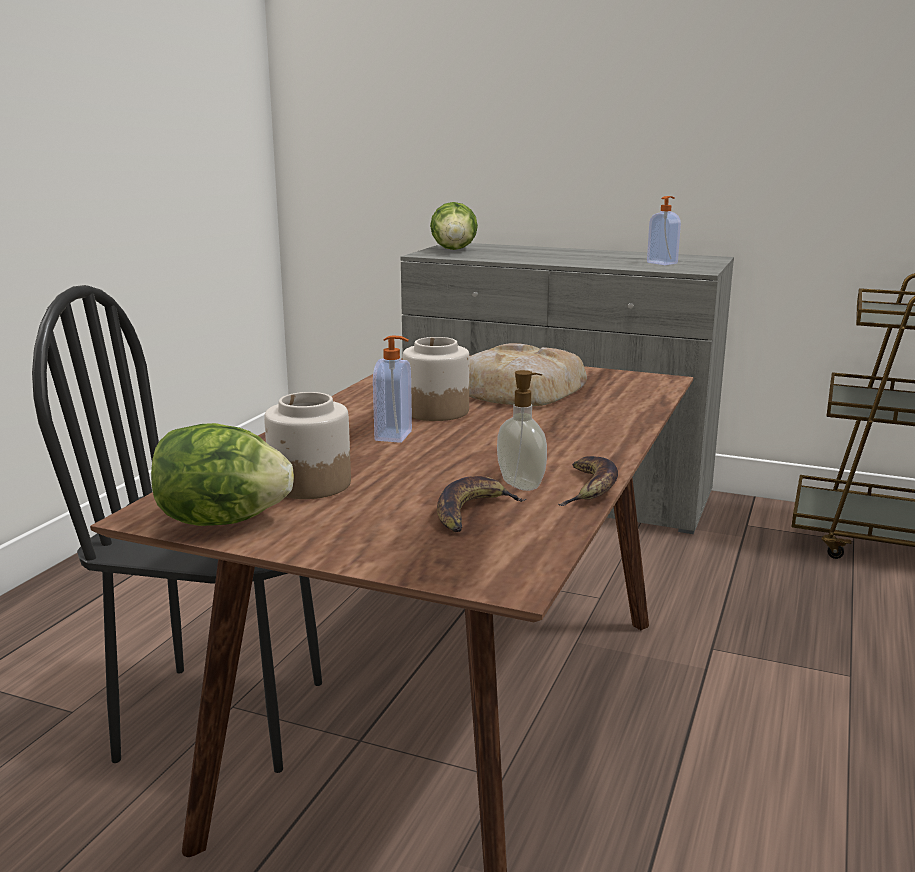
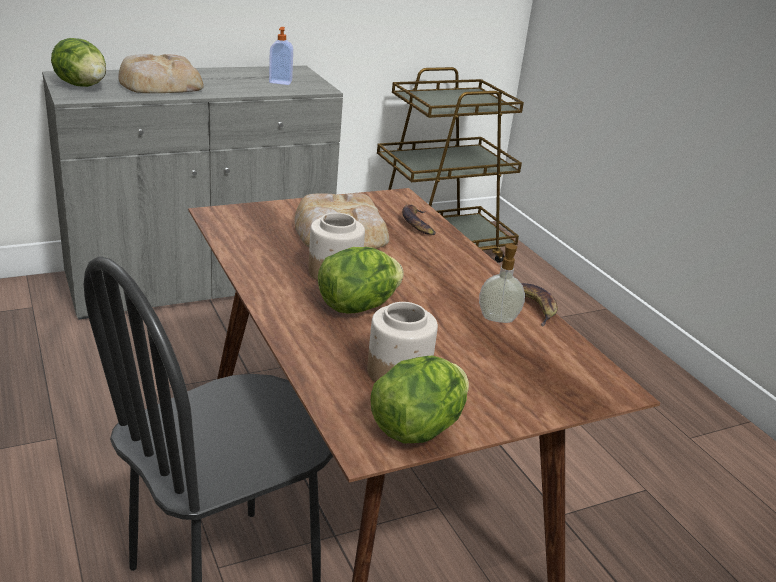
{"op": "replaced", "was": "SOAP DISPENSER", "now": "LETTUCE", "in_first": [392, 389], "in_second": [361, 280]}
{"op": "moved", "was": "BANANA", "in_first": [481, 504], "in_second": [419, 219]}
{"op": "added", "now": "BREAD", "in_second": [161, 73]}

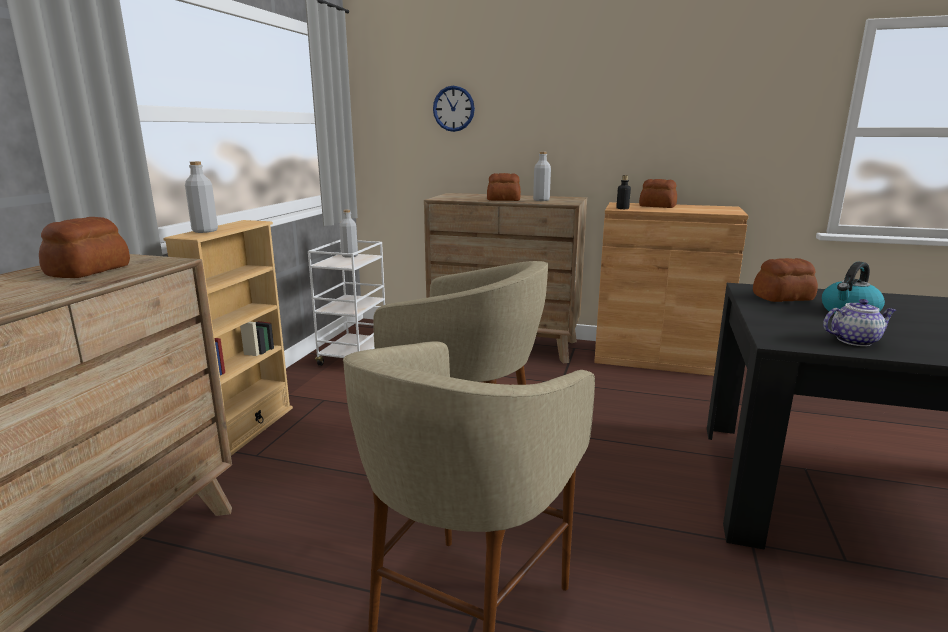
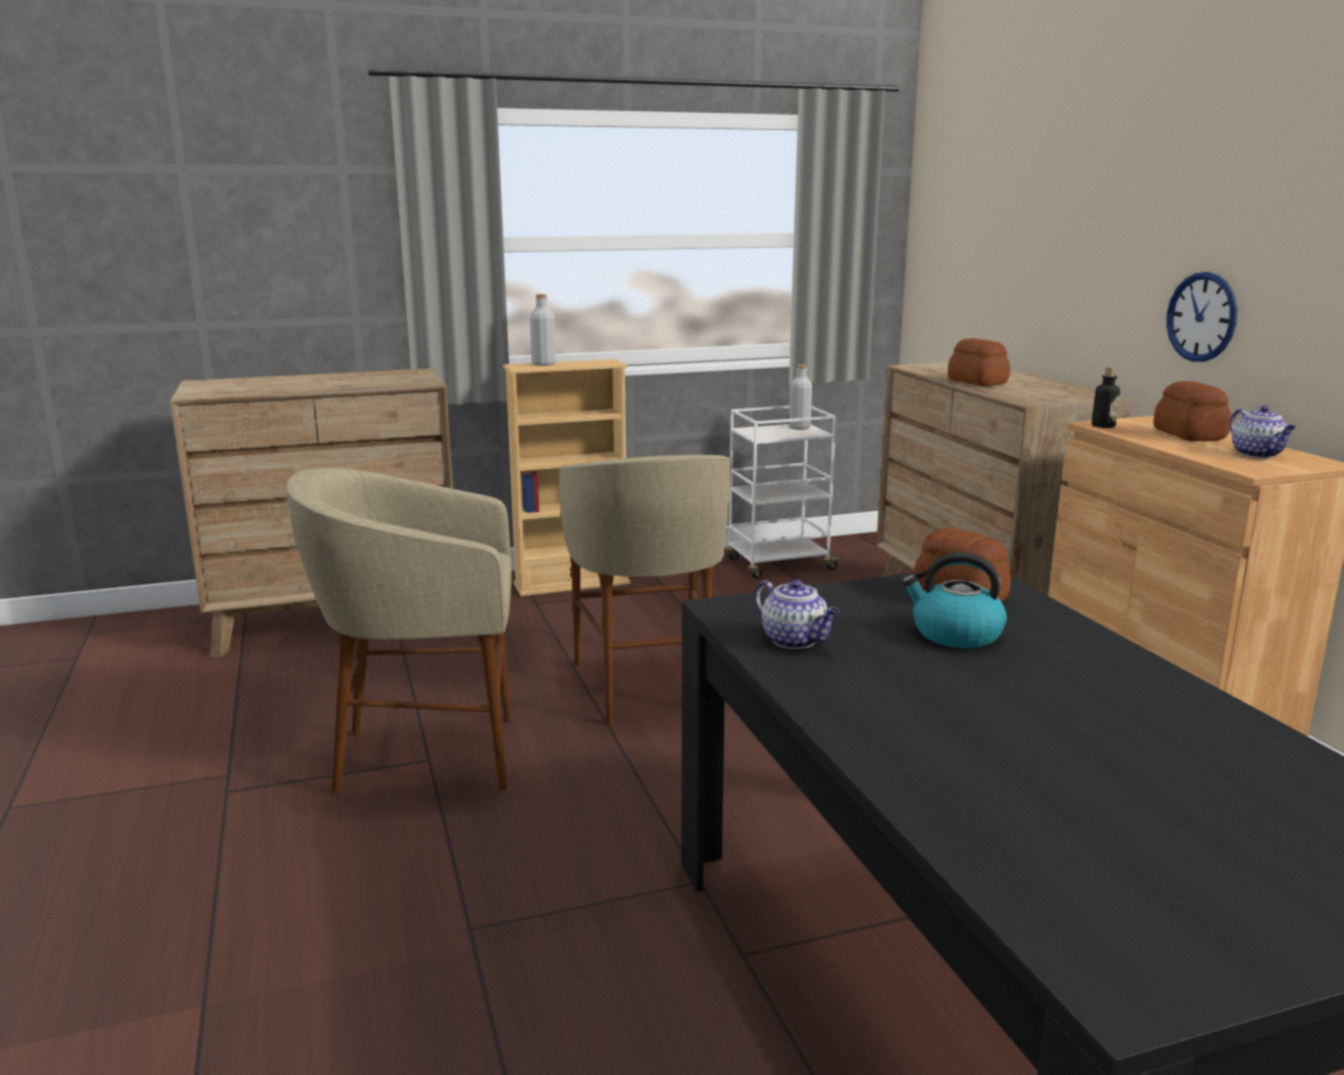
{"op": "moved", "was": "WALL CLOCK", "in_first": [454, 109], "in_second": [1202, 317]}
{"op": "removed", "was": "GREY BOTTLE", "in_first": [542, 176]}
{"op": "removed", "was": "BREAD", "in_first": [84, 247]}
{"op": "added", "now": "TEAPOT", "in_second": [1263, 431]}

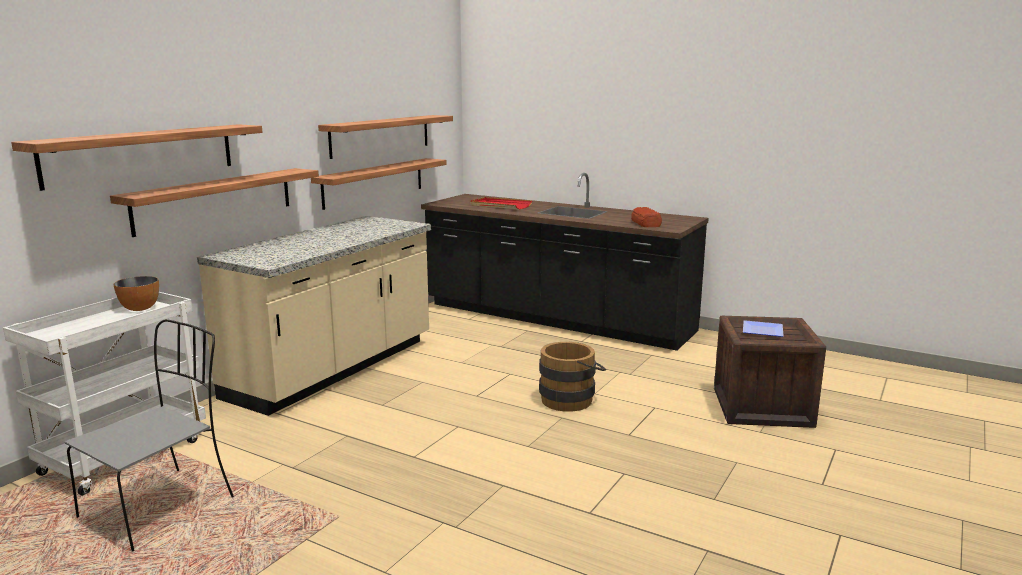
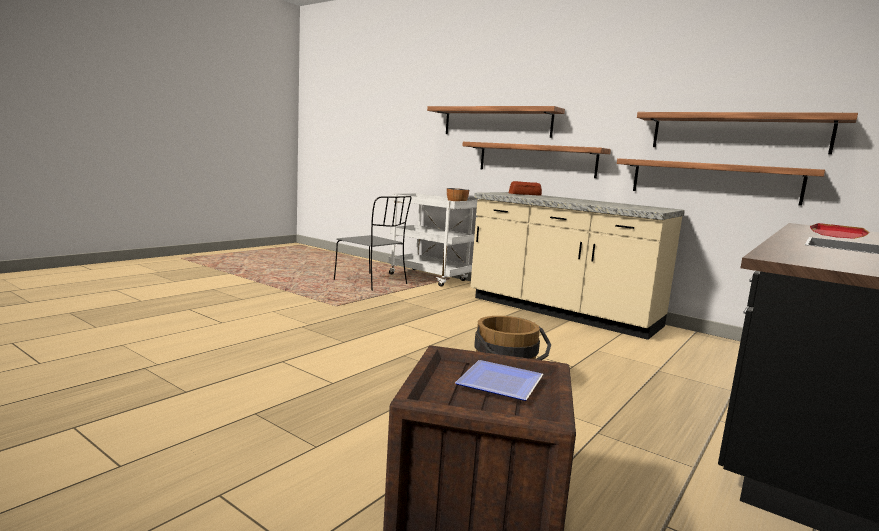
{"op": "moved", "was": "BREAD", "in_first": [646, 217], "in_second": [525, 188]}

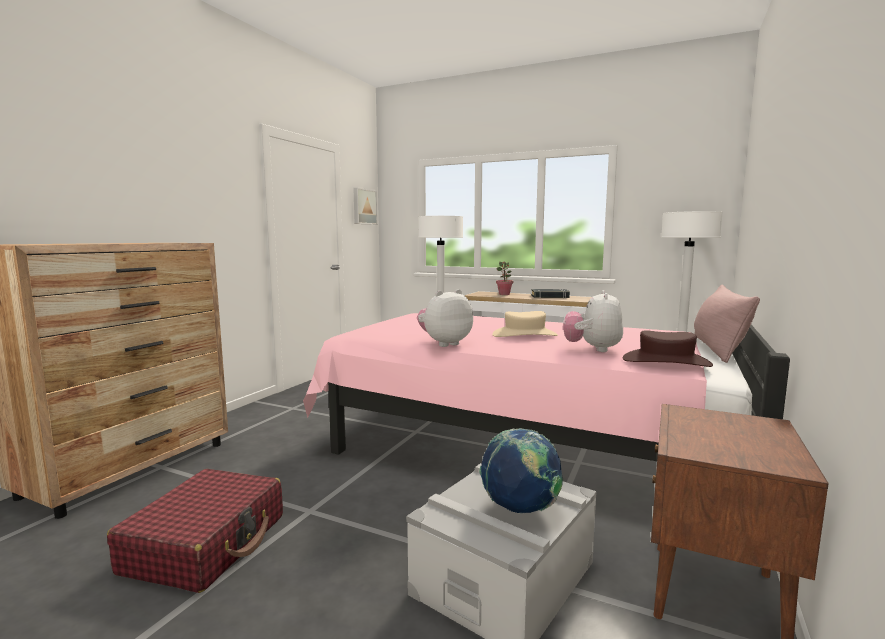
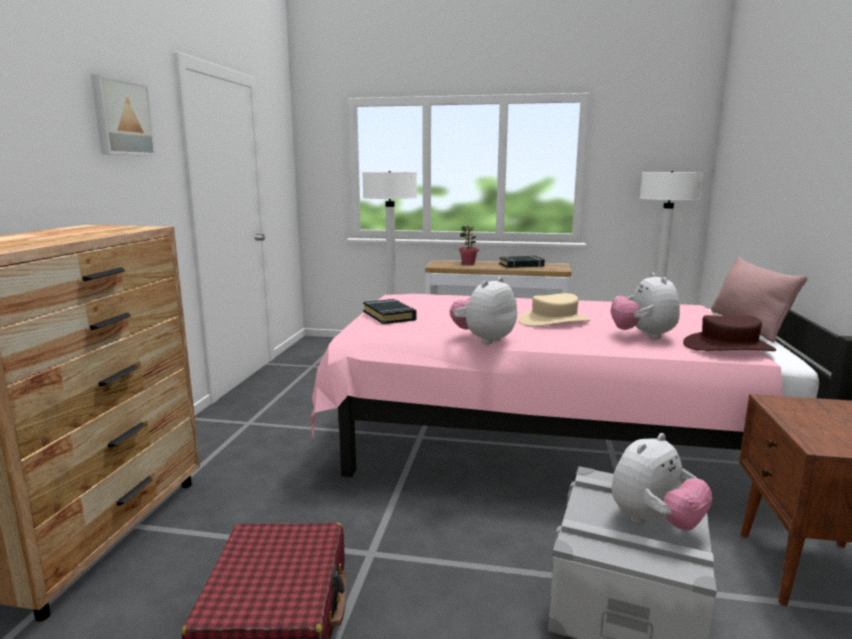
{"op": "moved", "was": "PICTURE", "in_first": [365, 206], "in_second": [123, 115]}
{"op": "replaced", "was": "GLOBE", "now": "PLUSH TOY", "in_first": [521, 471], "in_second": [662, 482]}
{"op": "added", "now": "BLACK BOOK", "in_second": [389, 311]}

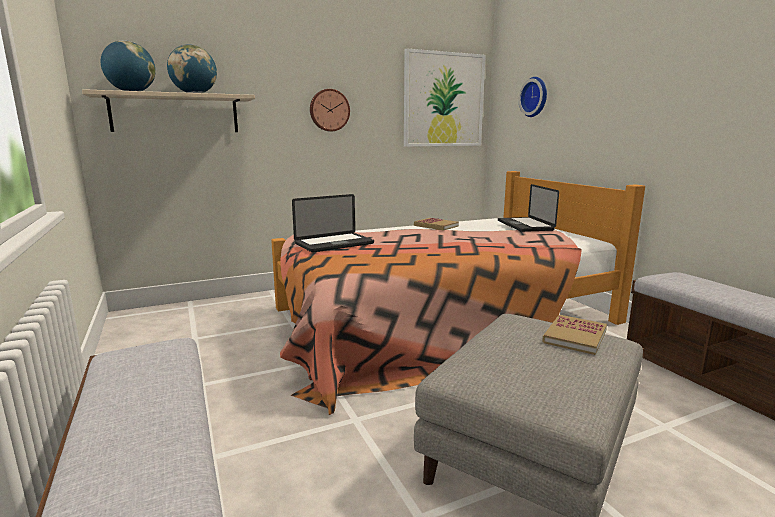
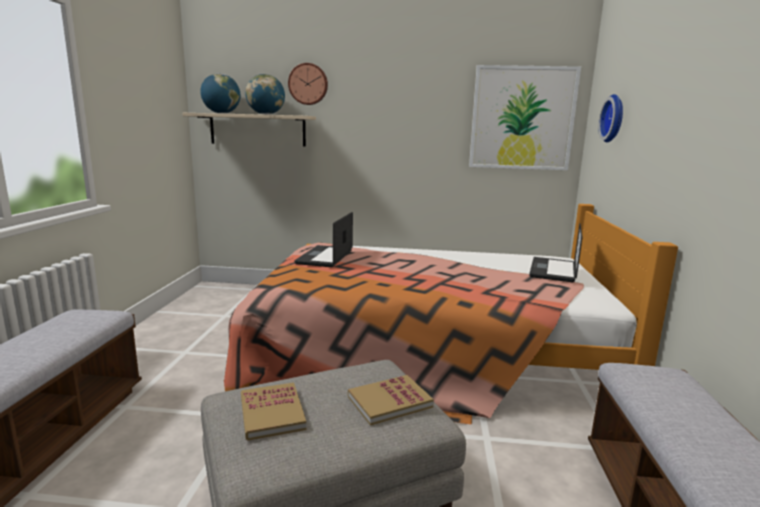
{"op": "moved", "was": "WALL CLOCK", "in_first": [330, 110], "in_second": [308, 84]}
{"op": "turned", "was": "LAPTOP", "in_first": [333, 223], "in_second": [324, 239], "clockwise": 105}
{"op": "moved", "was": "BOOK", "in_first": [436, 224], "in_second": [273, 412]}

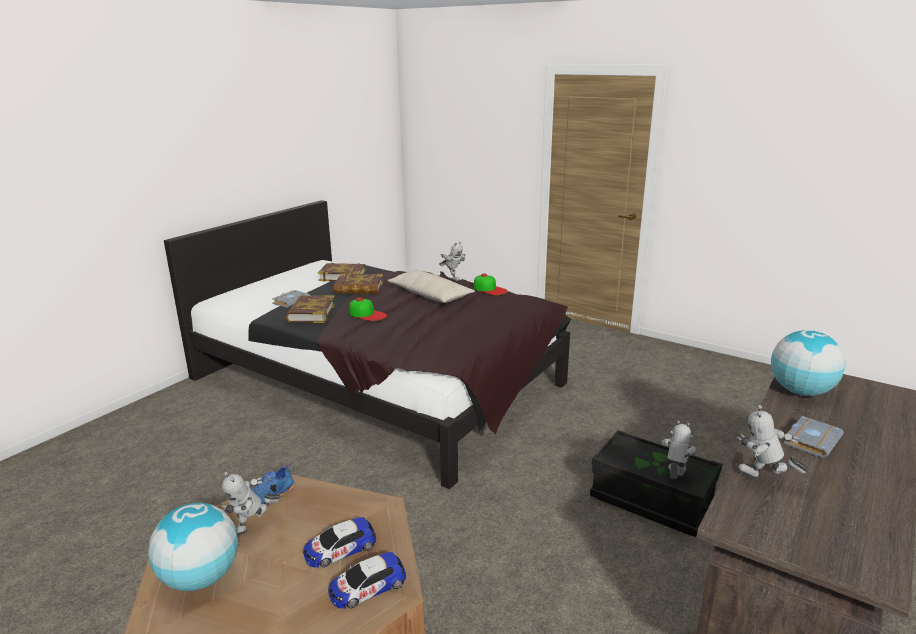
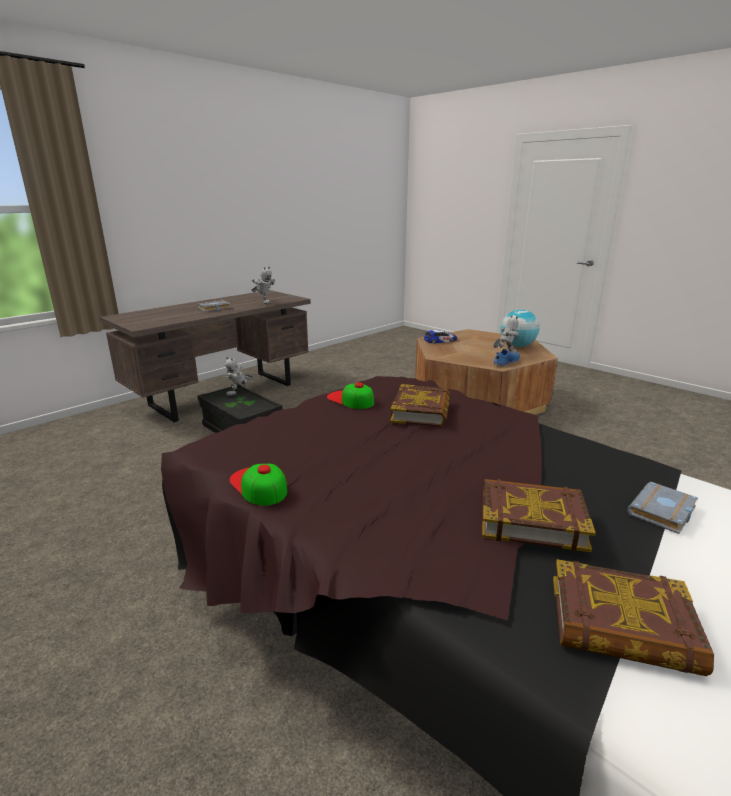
{"op": "removed", "was": "TOY ROBOT", "in_first": [452, 261]}
{"op": "removed", "was": "BEIGE PILLOW", "in_first": [431, 286]}
{"op": "moved", "was": "BOOK", "in_first": [310, 309], "in_second": [420, 405]}
{"op": "moved", "was": "CAP", "in_first": [368, 309], "in_second": [350, 395]}
{"op": "removed", "was": "GLOBE", "in_first": [808, 363]}
{"op": "removed", "was": "TOY CAR", "in_first": [339, 542]}

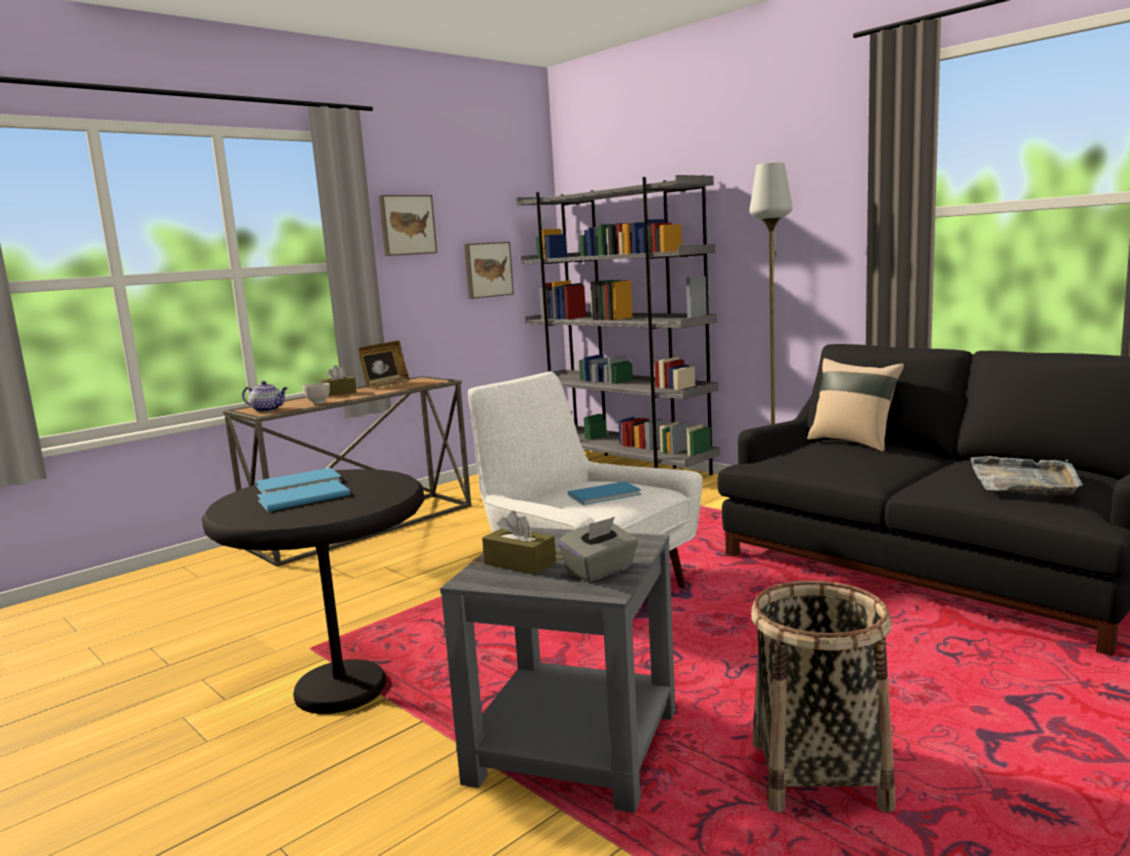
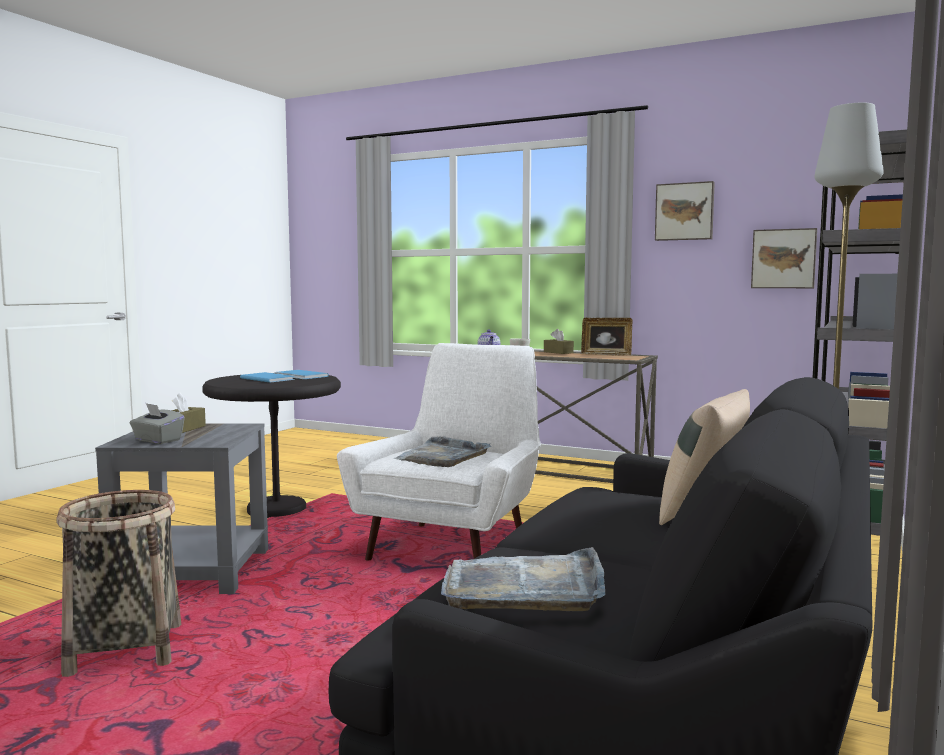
{"op": "replaced", "was": "BLUE BOOK", "now": "GREY TRAY", "in_first": [605, 493], "in_second": [442, 451]}

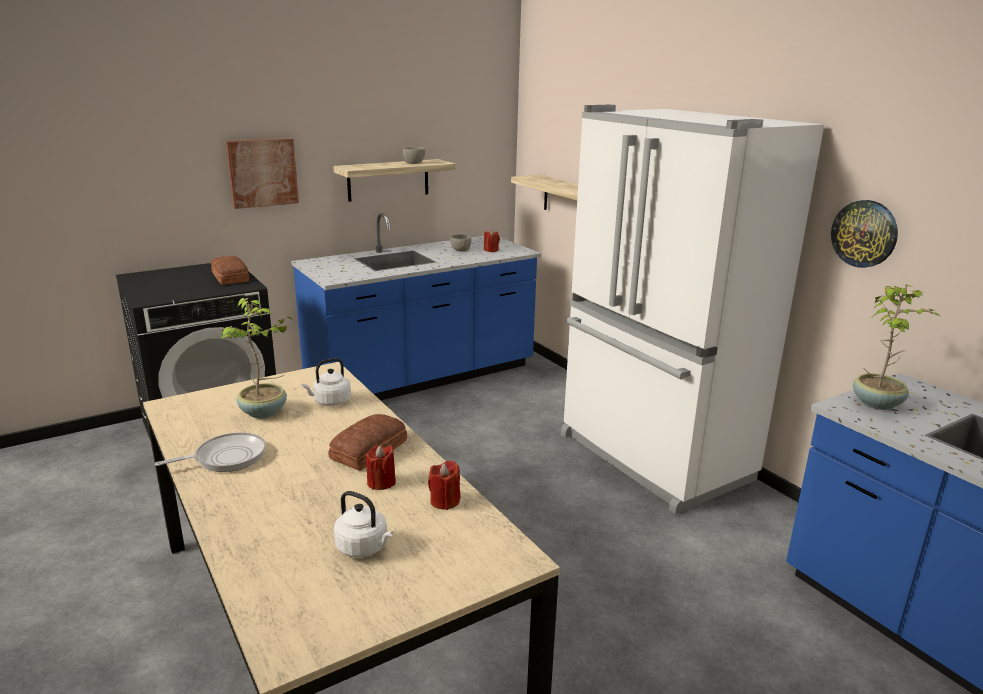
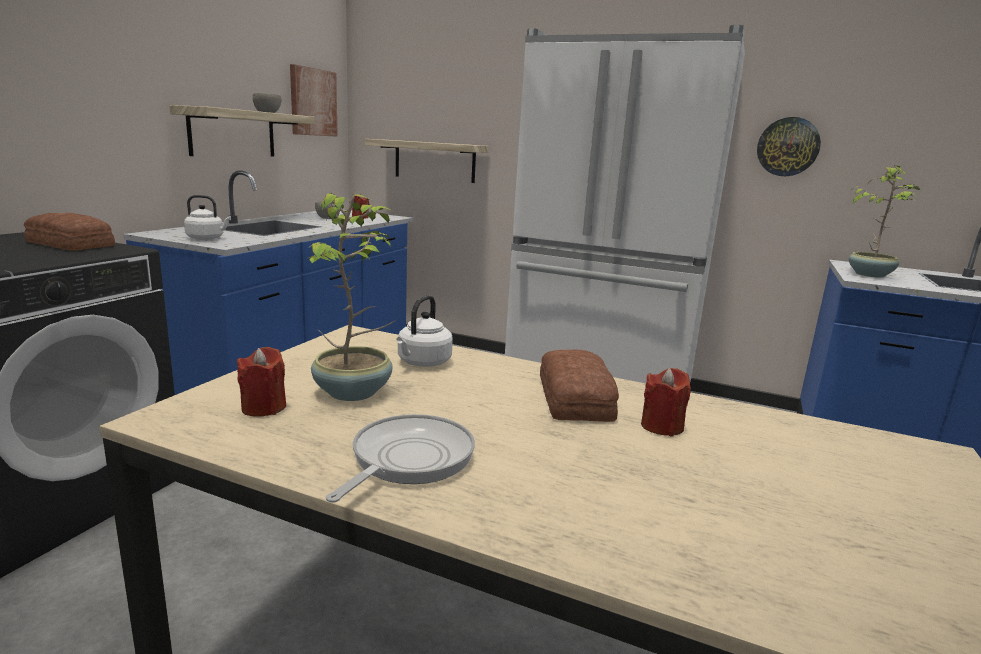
{"op": "moved", "was": "PICTURE", "in_first": [262, 173], "in_second": [314, 100]}
{"op": "moved", "was": "RED CANDLE", "in_first": [444, 485], "in_second": [261, 382]}
{"op": "moved", "was": "WHITE KETTLE", "in_first": [363, 524], "in_second": [207, 217]}

